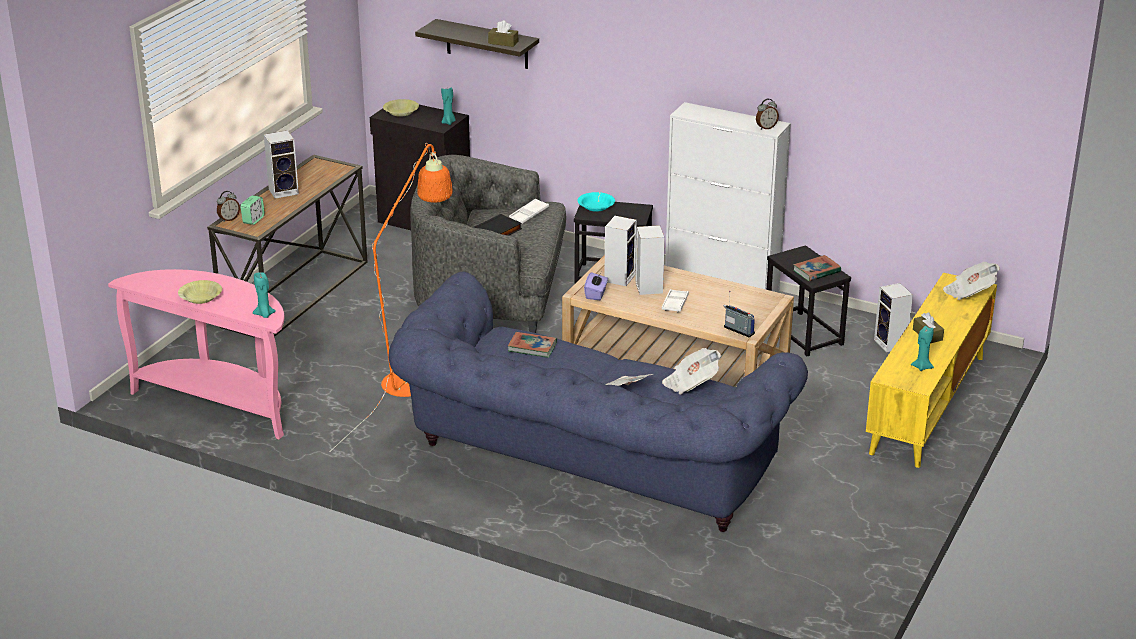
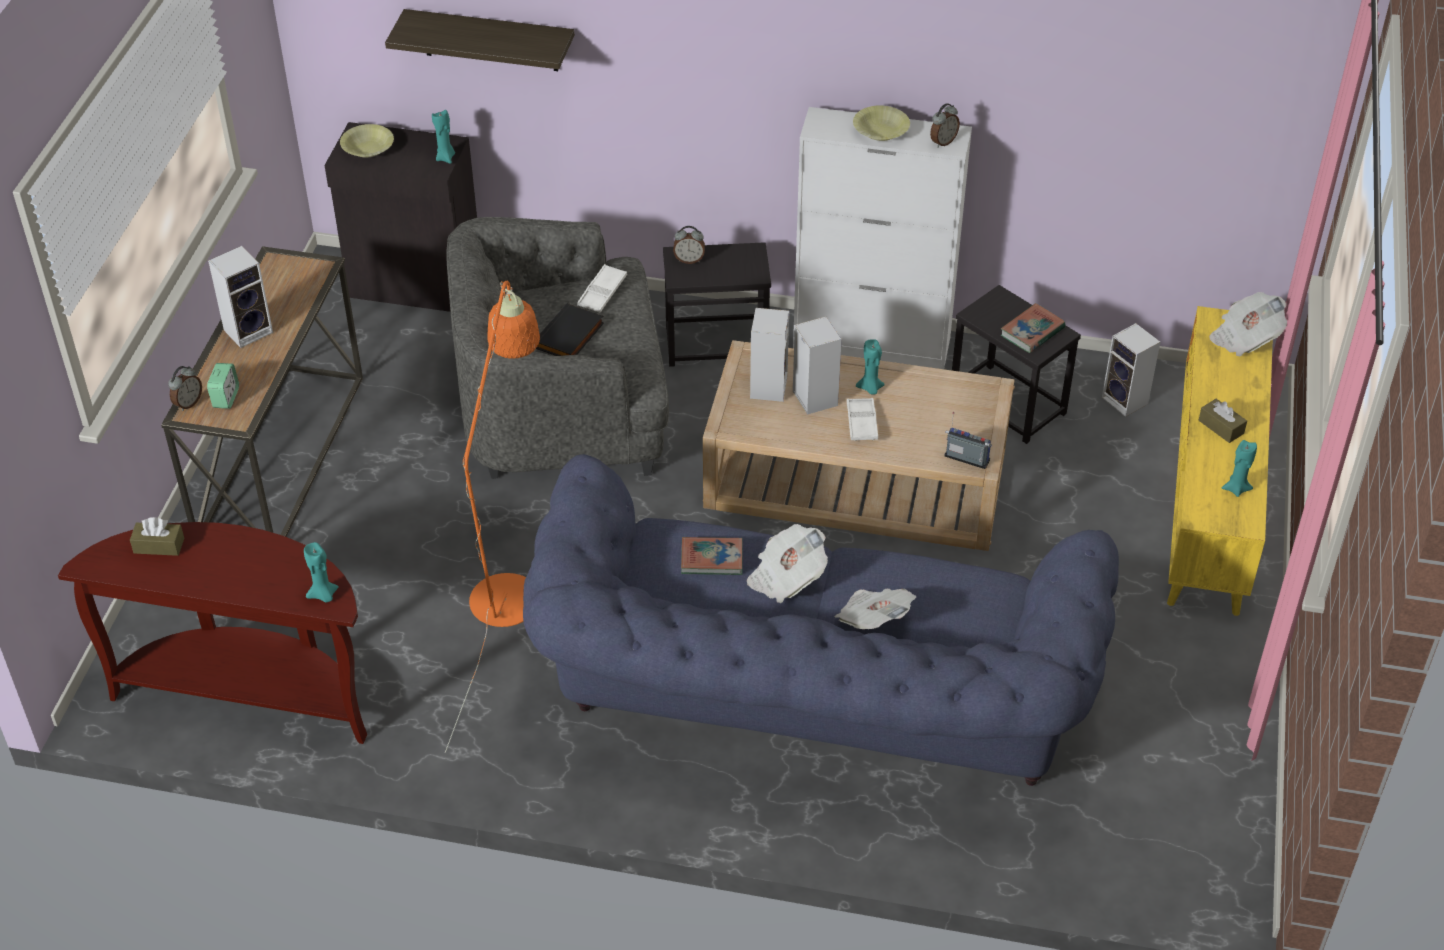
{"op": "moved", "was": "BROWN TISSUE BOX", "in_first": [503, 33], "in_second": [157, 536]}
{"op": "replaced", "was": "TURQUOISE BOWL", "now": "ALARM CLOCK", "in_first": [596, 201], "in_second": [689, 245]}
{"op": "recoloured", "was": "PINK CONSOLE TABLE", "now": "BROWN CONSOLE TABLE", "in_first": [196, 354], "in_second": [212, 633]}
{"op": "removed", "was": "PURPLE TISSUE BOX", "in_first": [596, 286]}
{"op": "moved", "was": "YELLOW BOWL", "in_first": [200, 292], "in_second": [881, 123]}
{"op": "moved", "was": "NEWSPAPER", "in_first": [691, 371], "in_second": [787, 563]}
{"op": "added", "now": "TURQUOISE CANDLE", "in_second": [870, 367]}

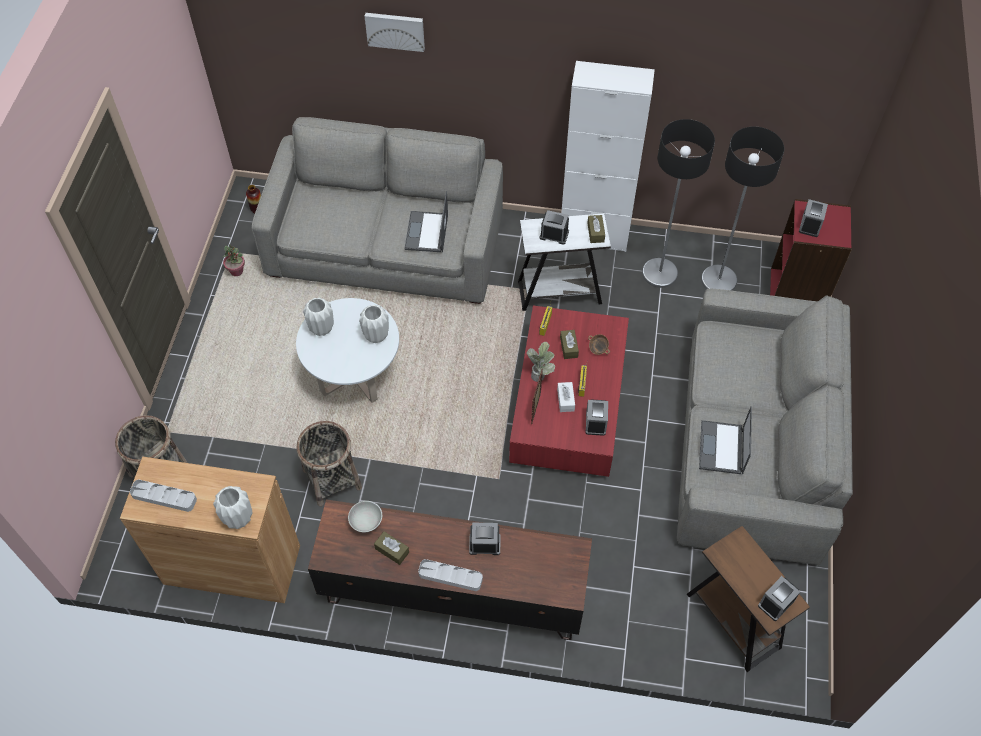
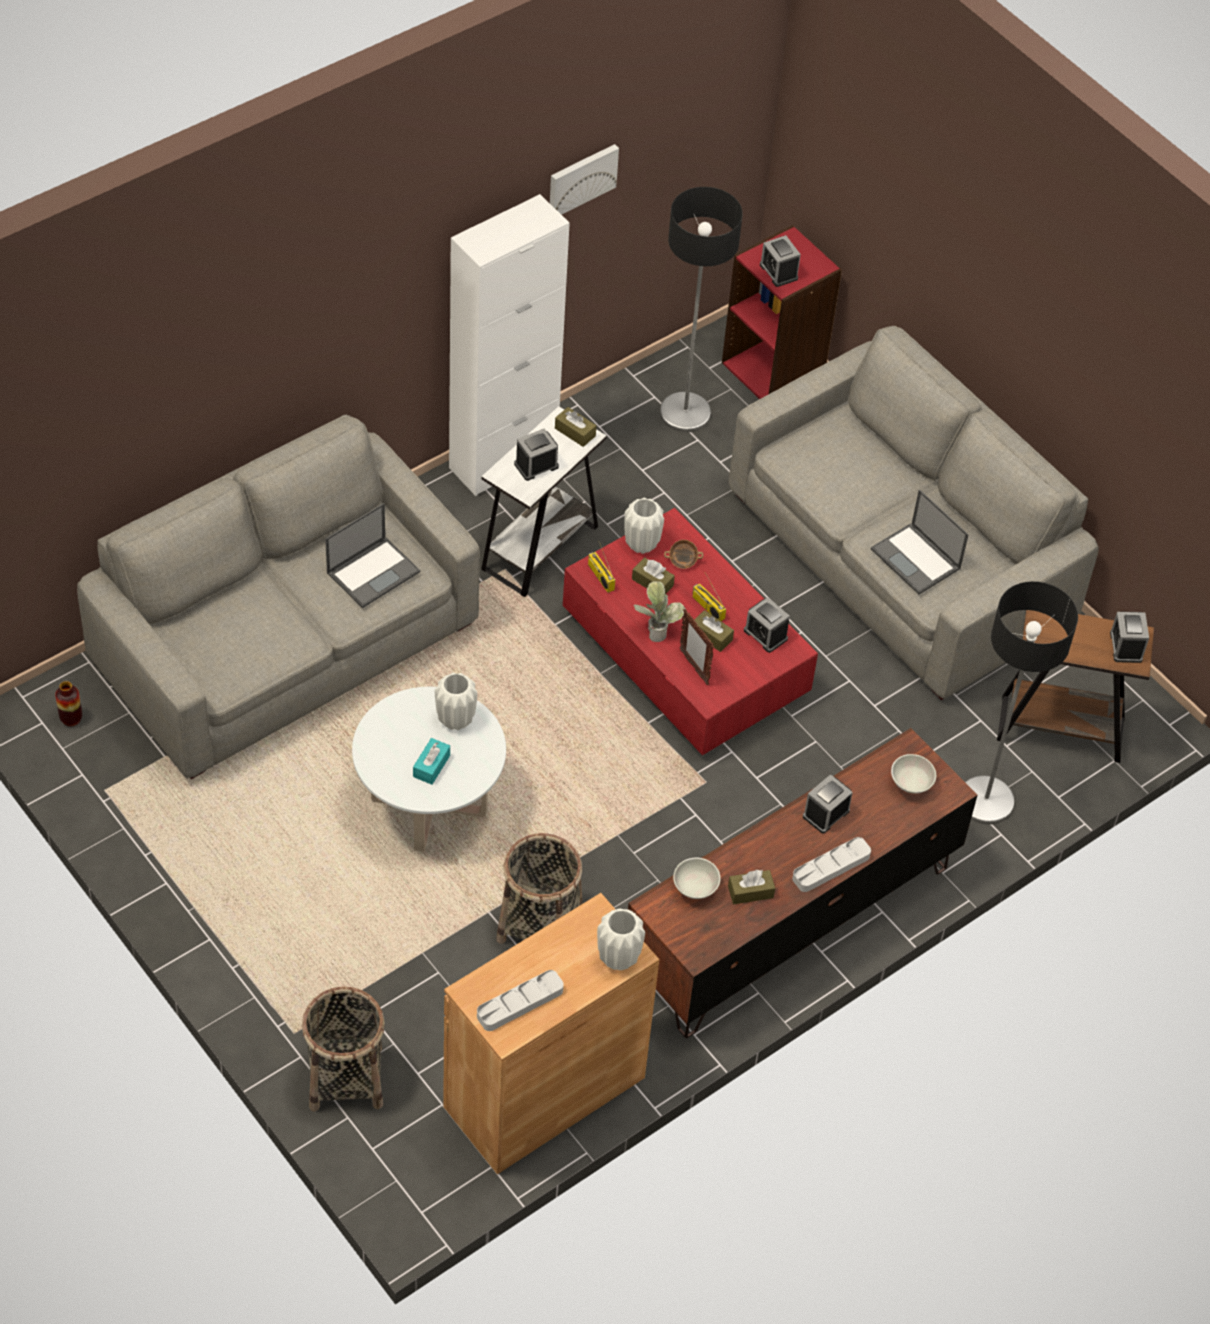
{"op": "moved", "was": "PICTURE", "in_first": [395, 32], "in_second": [584, 179]}
{"op": "moved", "was": "FLOOR LAMP", "in_first": [678, 203], "in_second": [1021, 703]}
{"op": "turned", "was": "LAPTOP", "in_first": [426, 222], "in_second": [372, 555], "clockwise": -90}
{"op": "removed", "was": "POTTED PLANT", "in_first": [233, 260]}
{"op": "moved", "was": "WHITE VASE", "in_first": [318, 317], "in_second": [644, 526]}
{"op": "recoloured", "was": "WHITE TISSUE BOX", "now": "BROWN TISSUE BOX", "in_first": [566, 397], "in_second": [714, 631]}
{"op": "added", "now": "TURQUOISE TISSUE BOX", "in_second": [431, 761]}
{"op": "added", "now": "WHITE BOWL", "in_second": [913, 774]}

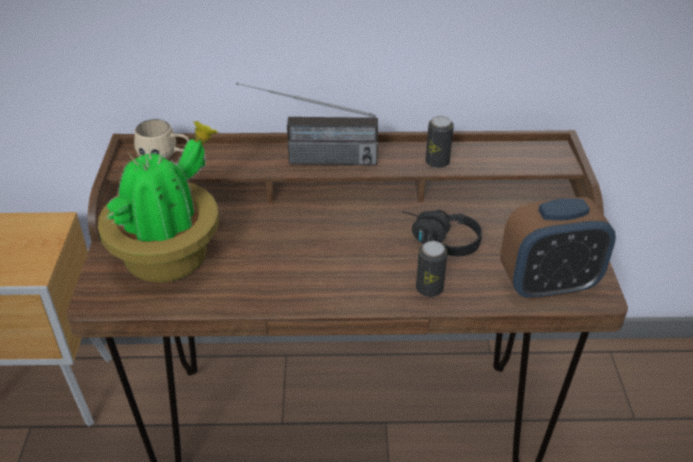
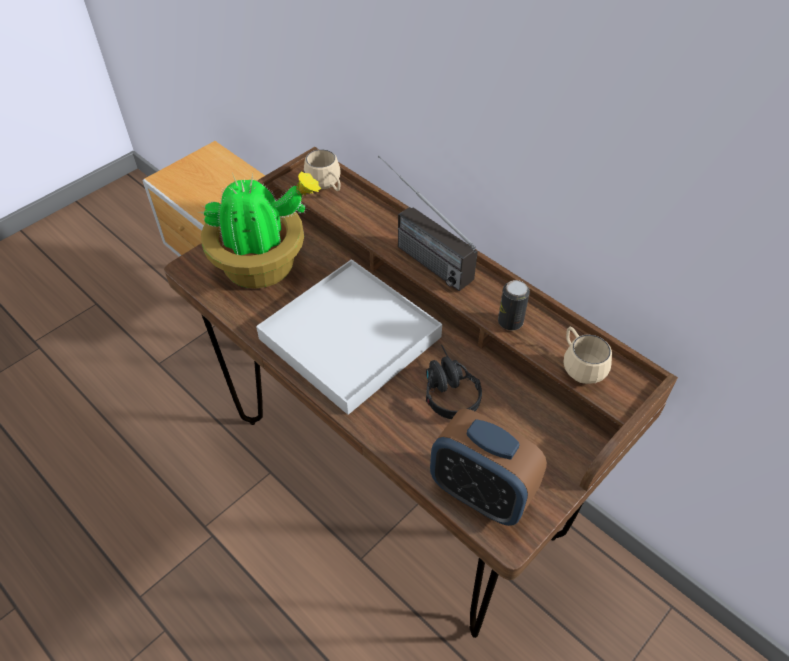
{"op": "removed", "was": "CAN", "in_first": [432, 269]}
{"op": "added", "now": "WHITE TRAY", "in_second": [349, 337]}
{"op": "added", "now": "BEIGE MUG", "in_second": [588, 355]}

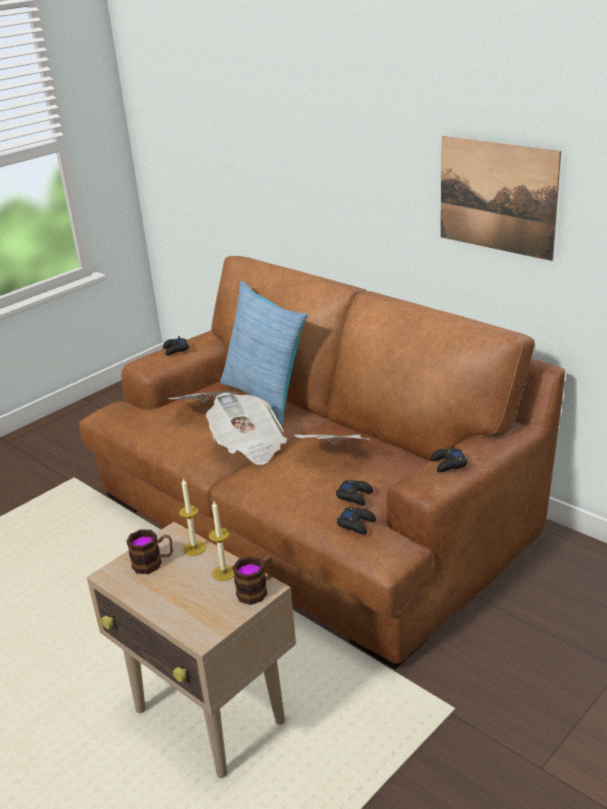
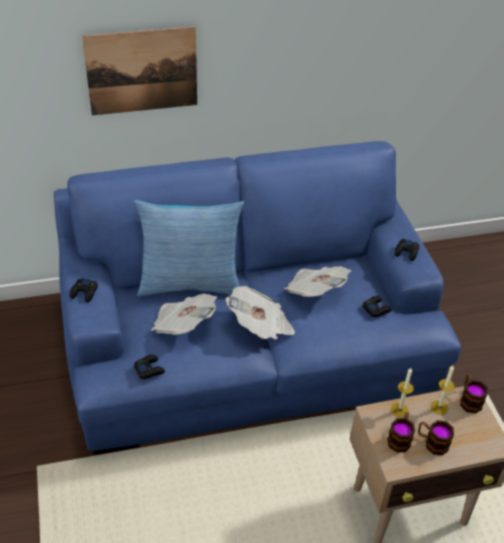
{"op": "moved", "was": "PICTURE", "in_first": [501, 198], "in_second": [139, 71]}
{"op": "recoloured", "was": "BROWN SOFA", "now": "BLUE SOFA", "in_first": [322, 463], "in_second": [257, 297]}
{"op": "moved", "was": "BLACK GAME CONTROLLER", "in_first": [356, 521], "in_second": [149, 367]}
{"op": "added", "now": "MUG", "in_second": [436, 437]}

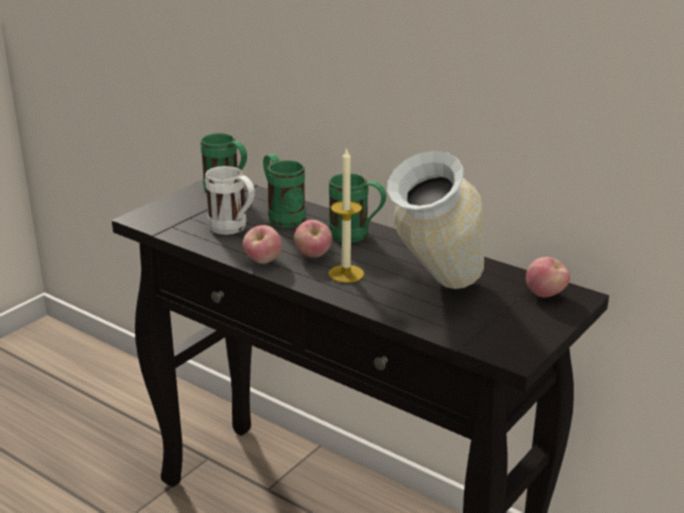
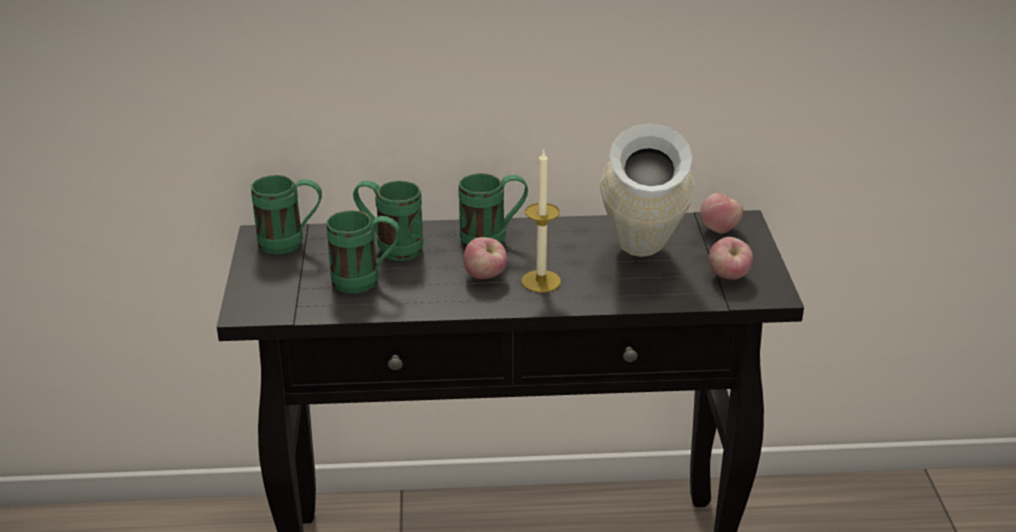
{"op": "recoloured", "was": "WHITE MUG", "now": "GREEN MUG", "in_first": [230, 200], "in_second": [363, 252]}
{"op": "moved", "was": "APPLE", "in_first": [262, 244], "in_second": [731, 258]}

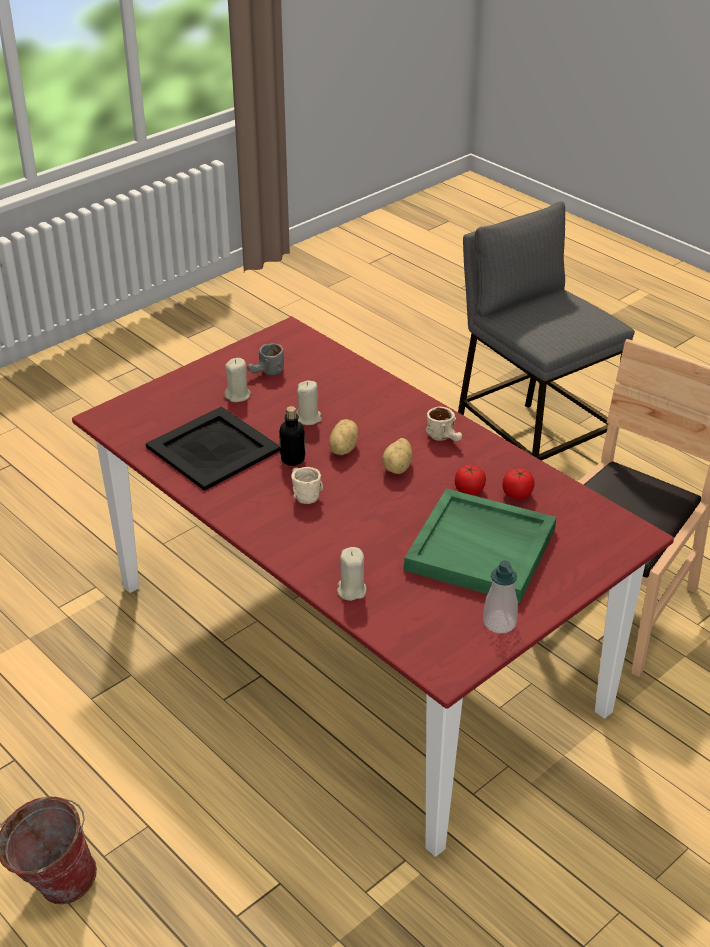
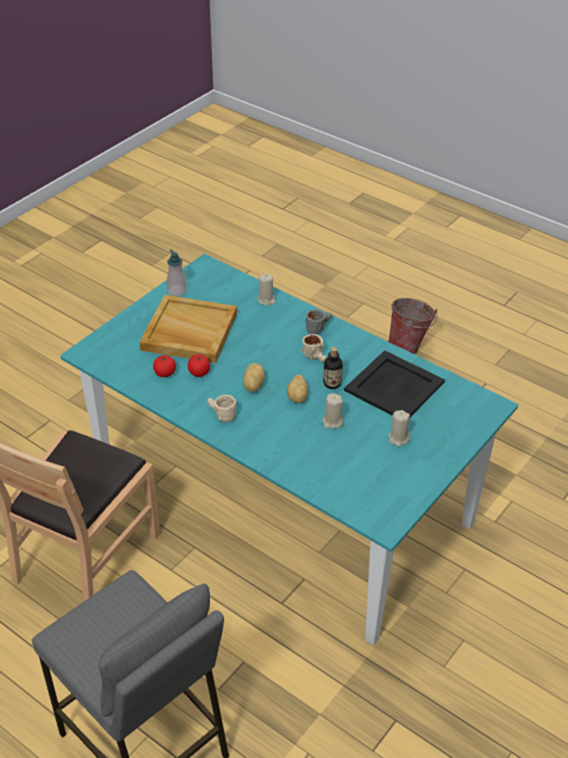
{"op": "recoloured", "was": "RED DINING TABLE", "now": "TURQUOISE DINING TABLE", "in_first": [373, 586], "in_second": [289, 449]}
{"op": "moved", "was": "GREY MUG", "in_first": [265, 359], "in_second": [318, 321]}
{"op": "recoloured", "was": "GREEN TRAY", "now": "BEIGE TRAY", "in_first": [480, 545], "in_second": [188, 329]}

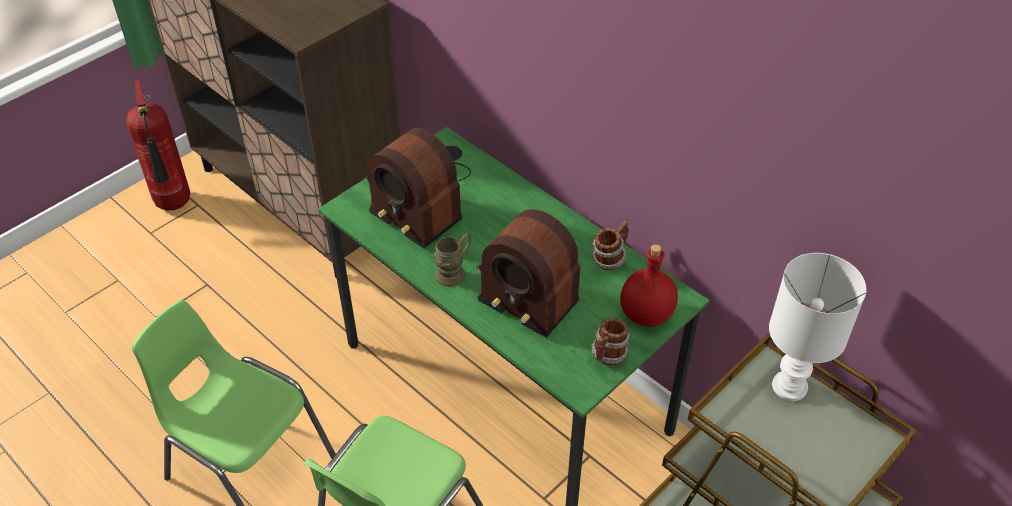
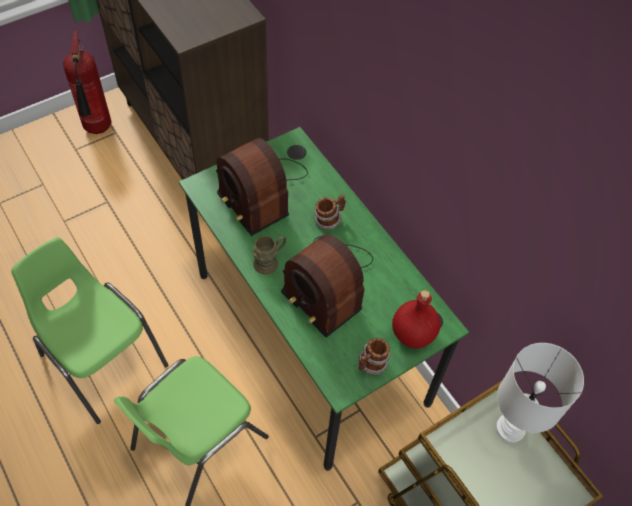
{"op": "moved", "was": "MUG", "in_first": [610, 245], "in_second": [330, 212]}

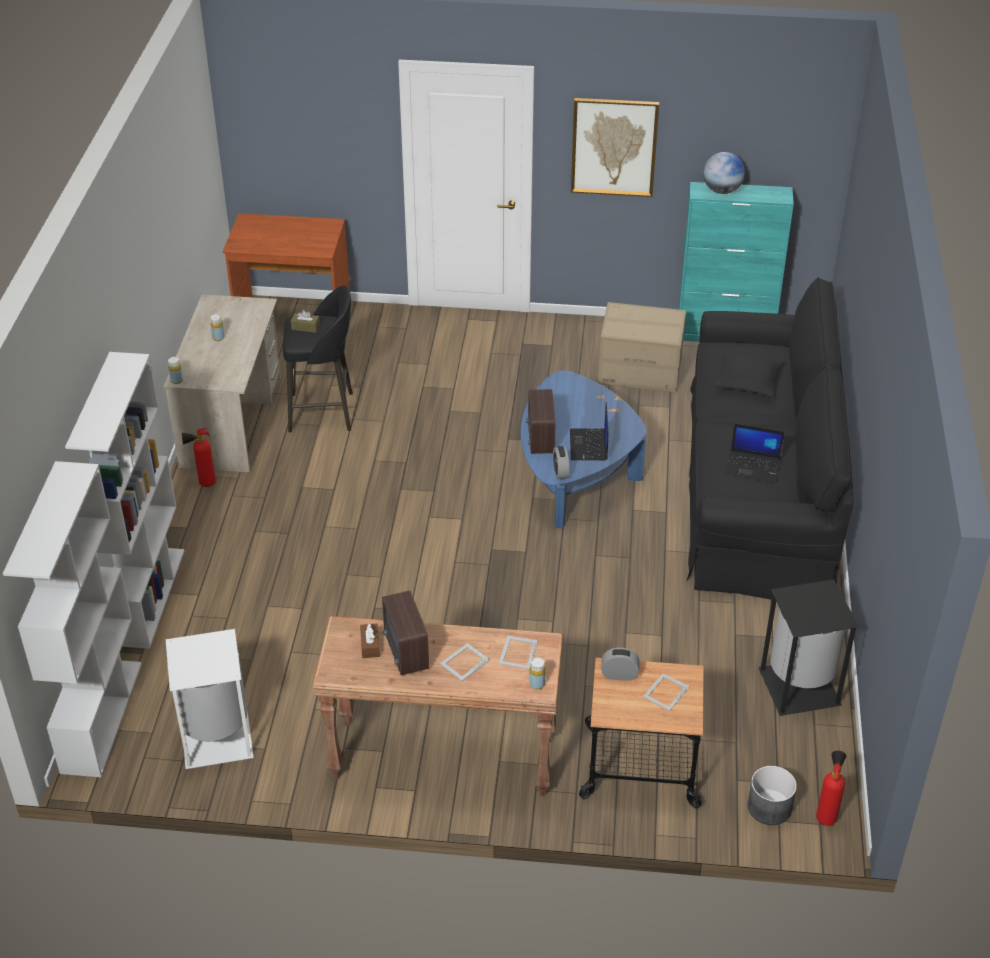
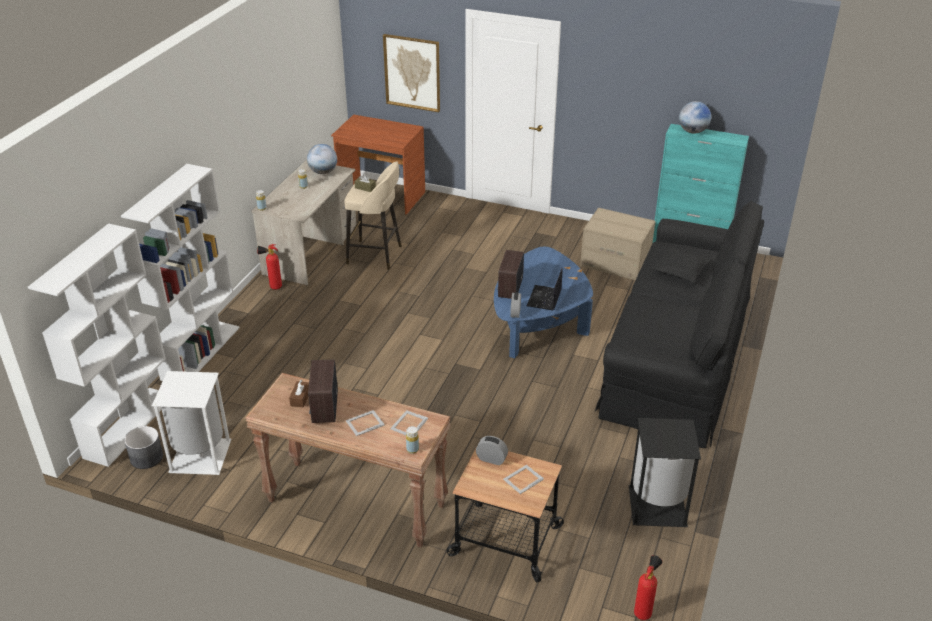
{"op": "moved", "was": "PICTURE", "in_first": [615, 147], "in_second": [411, 73]}
{"op": "recoloured", "was": "BLACK STOOL", "now": "BEIGE STOOL", "in_first": [318, 358], "in_second": [373, 215]}
{"op": "removed", "was": "LAPTOP", "in_first": [755, 454]}
{"op": "moved", "was": "GREY PLANTER", "in_first": [772, 795], "in_second": [143, 447]}
{"op": "added", "now": "GLOBE", "in_second": [322, 159]}

